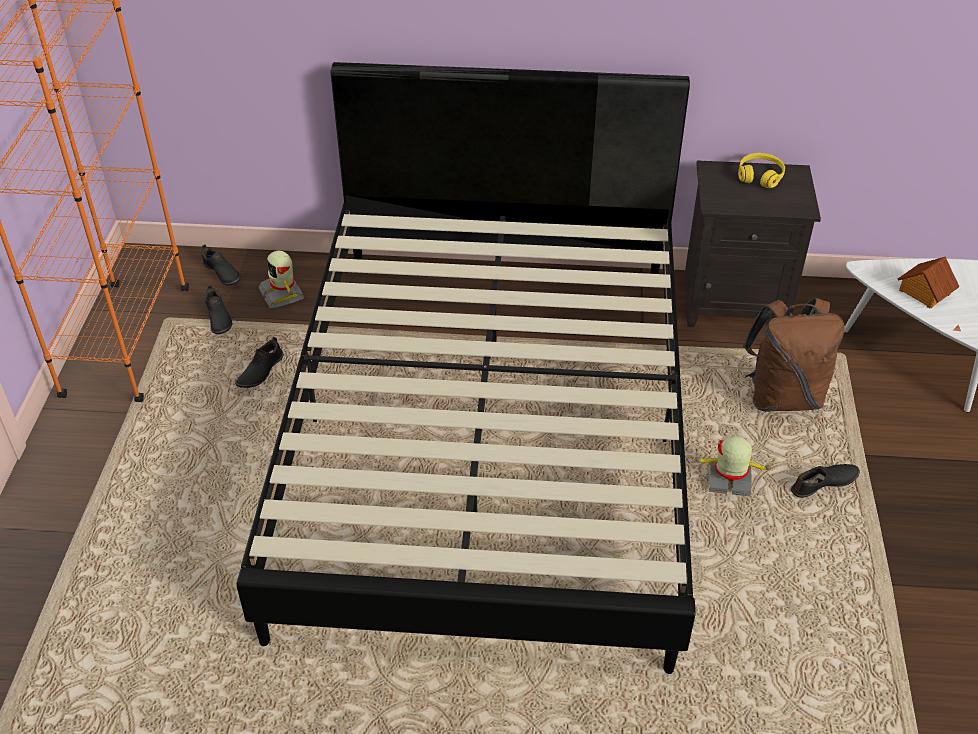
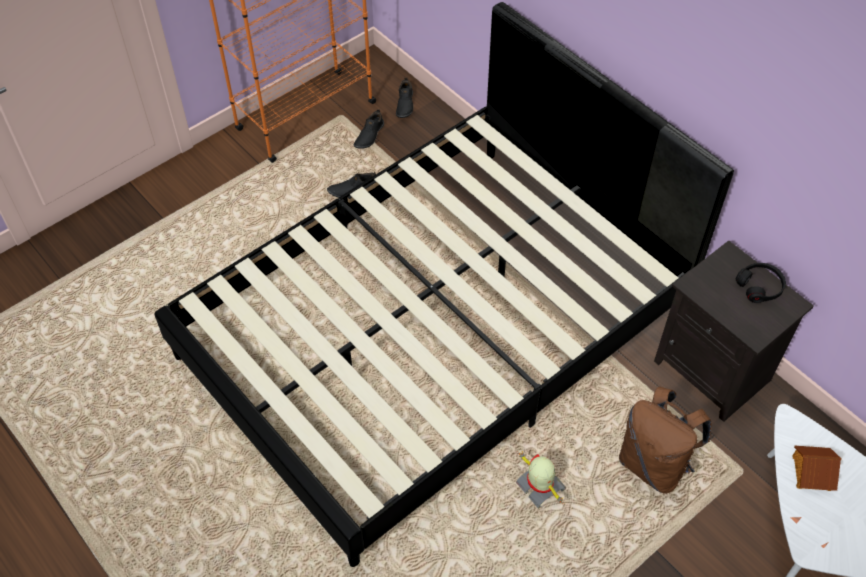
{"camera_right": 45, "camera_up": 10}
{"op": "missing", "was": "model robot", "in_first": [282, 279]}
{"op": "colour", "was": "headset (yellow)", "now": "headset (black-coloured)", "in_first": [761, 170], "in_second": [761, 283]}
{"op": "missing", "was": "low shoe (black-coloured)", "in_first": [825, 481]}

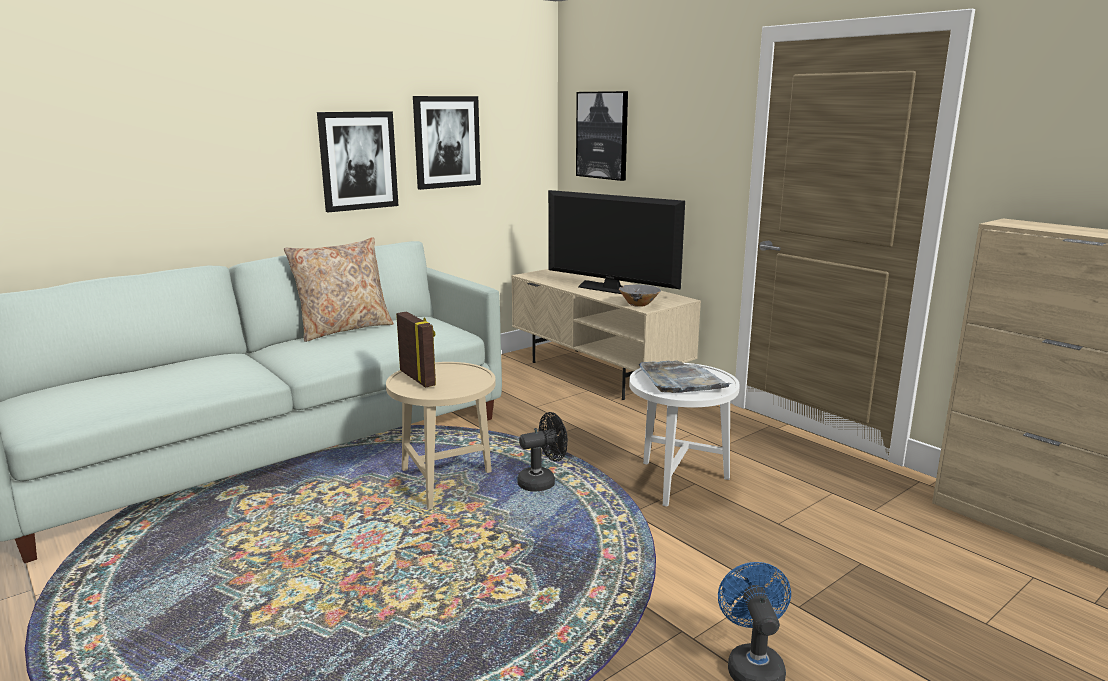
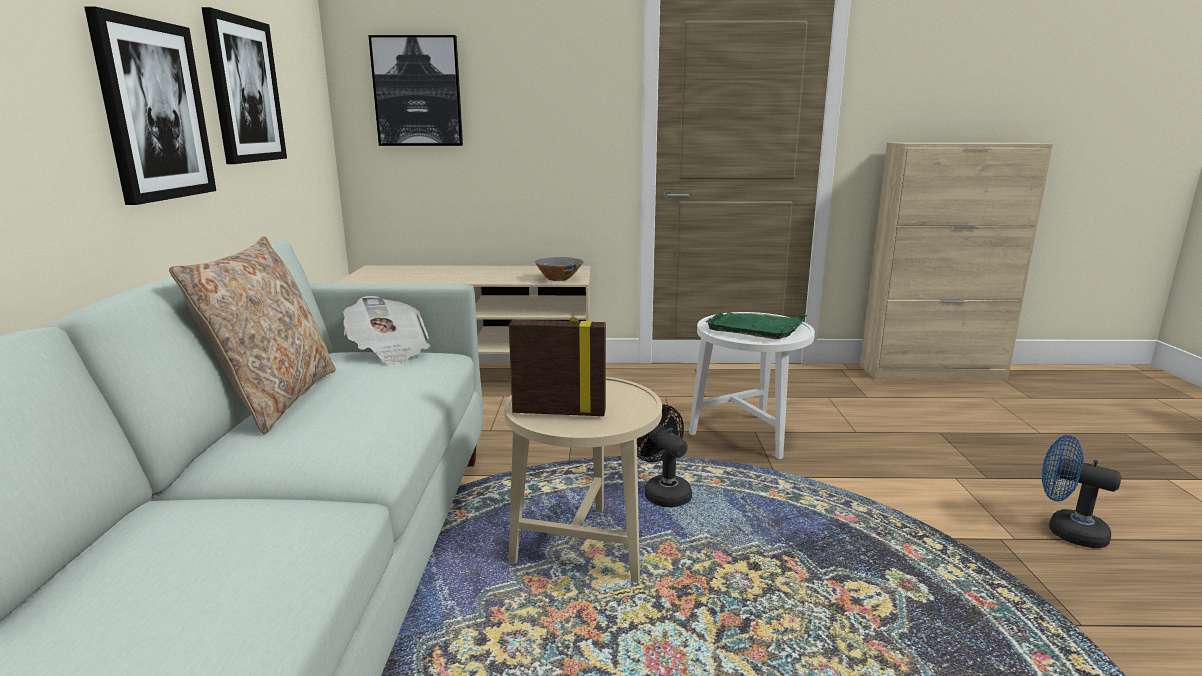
{"camera_right": -50, "camera_up": 0}
{"op": "spun", "was": "fan (black-coloured)", "in_first": [542, 451], "in_second": [664, 455], "clockwise": -45}
{"op": "missing", "was": "TV", "in_first": [616, 242]}
{"op": "colour", "was": "carrying tray (greyish)", "now": "carrying tray (greenish)", "in_first": [685, 377], "in_second": [756, 326]}
{"op": "appeared", "now": "printed paper", "in_second": [386, 330]}

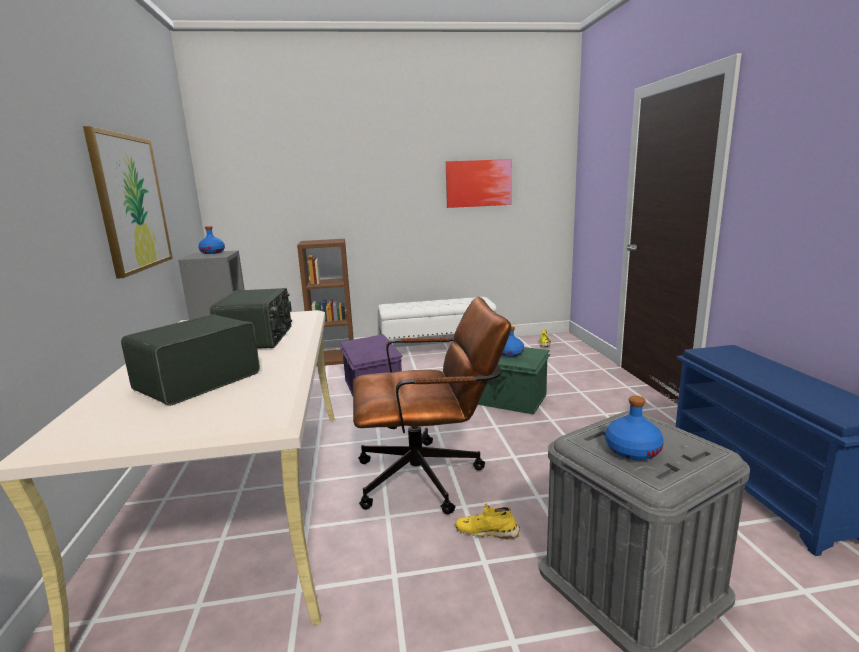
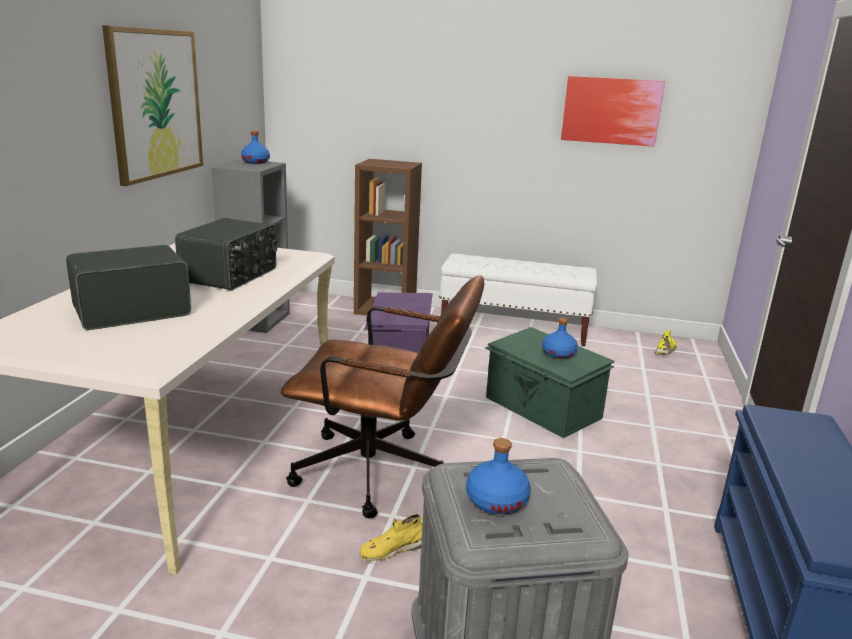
{"camera_right": 20, "camera_up": 5}
{"op": "spun", "was": "low shoe (yellow)", "in_first": [487, 522], "in_second": [391, 537], "clockwise": -60}

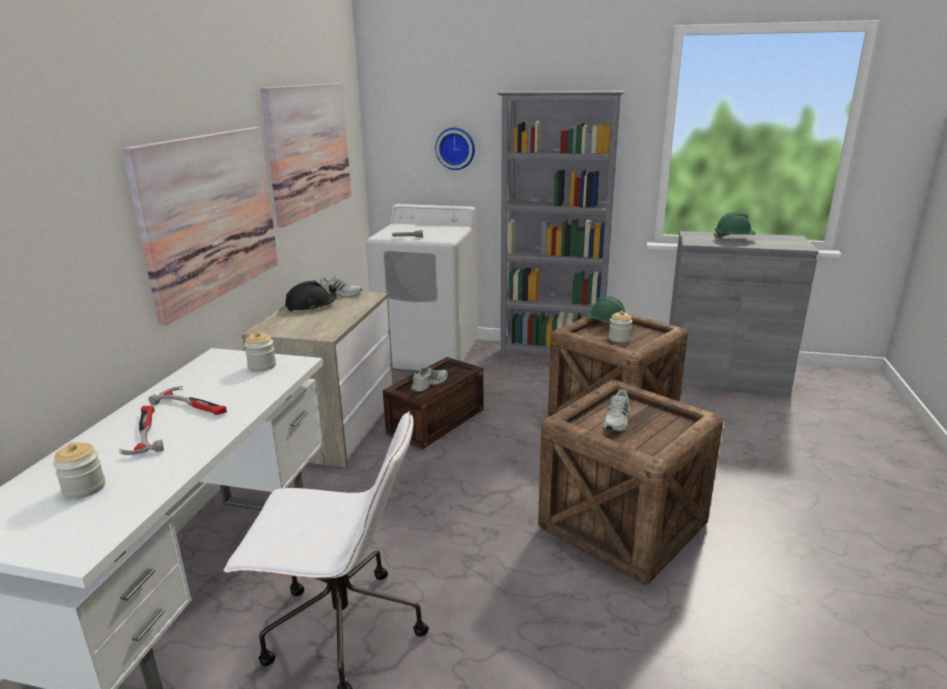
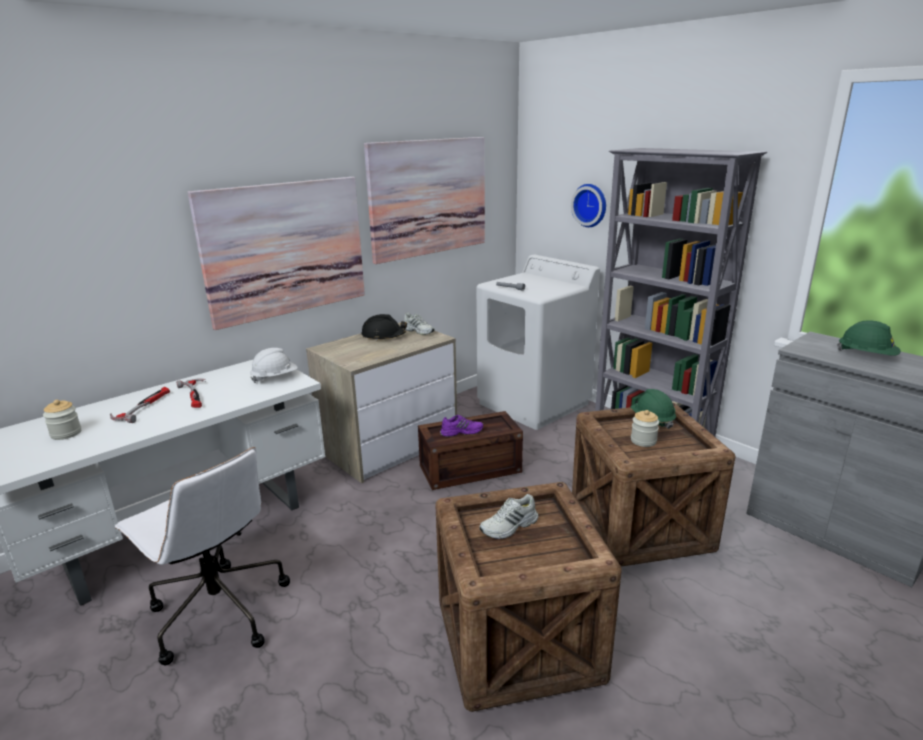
{"camera_right": 35, "camera_up": 0}
{"op": "exchanged", "was": "jar", "now": "safety helmet (white)", "in_first": [260, 351], "in_second": [274, 365]}
{"op": "colour", "was": "low shoe (white)", "now": "low shoe (purple-coloured)", "in_first": [429, 379], "in_second": [461, 426]}

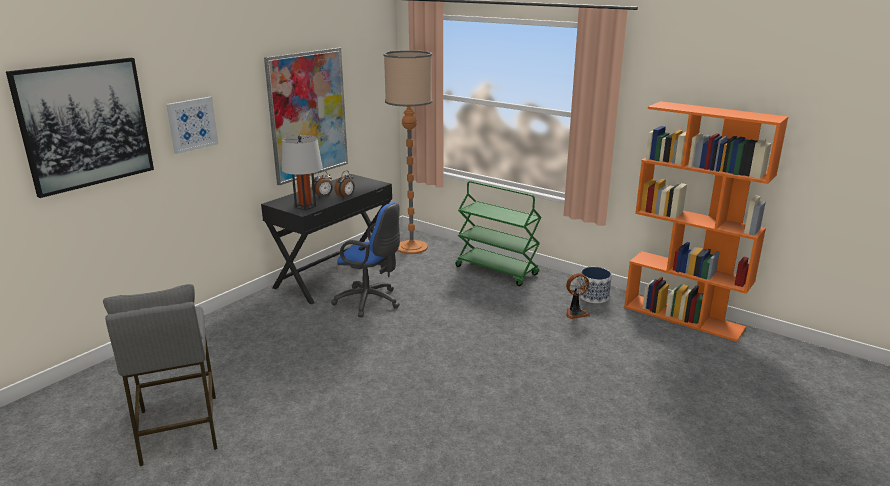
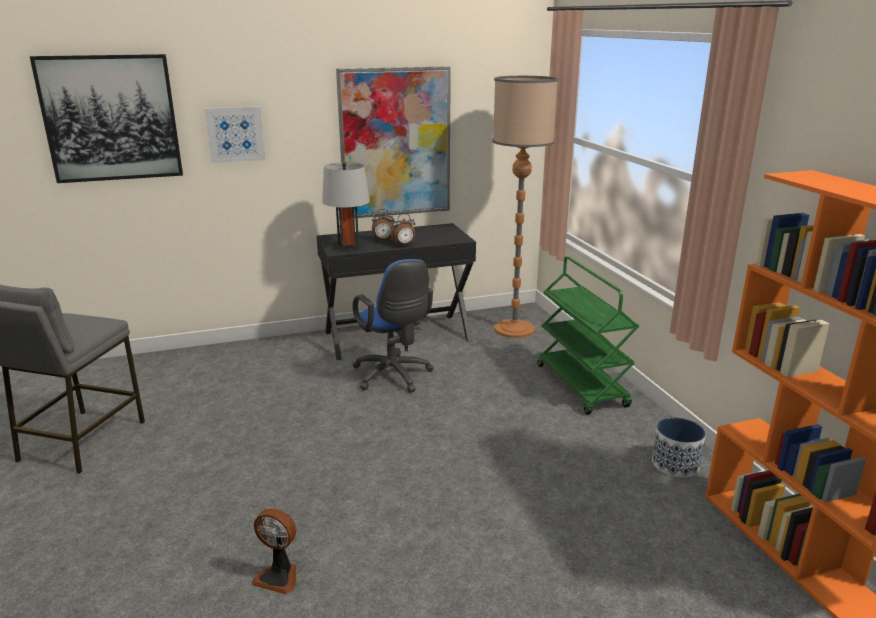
{"camera_right": 35, "camera_up": 0}
{"op": "relocated", "was": "fan", "in_first": [578, 296], "in_second": [274, 551]}

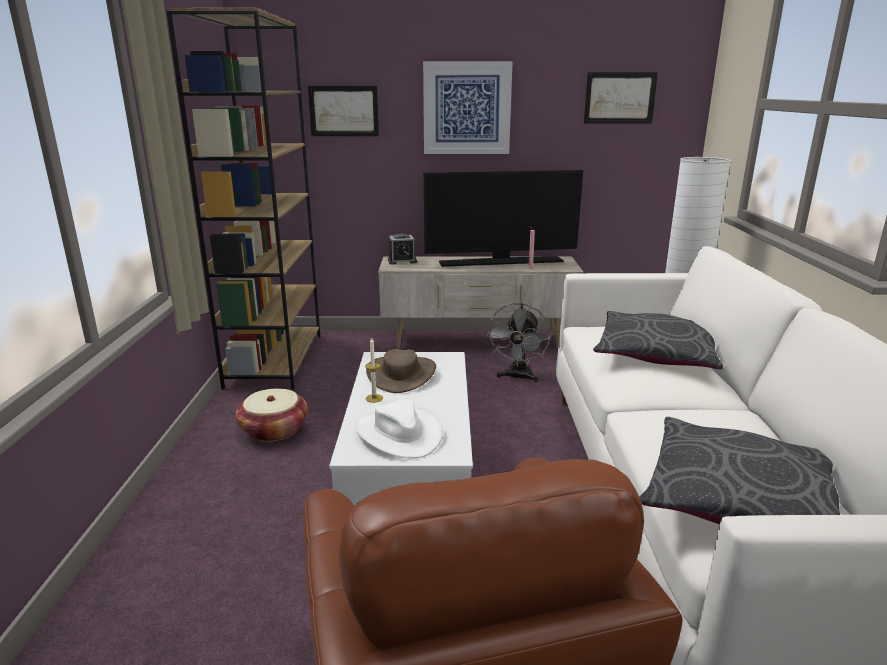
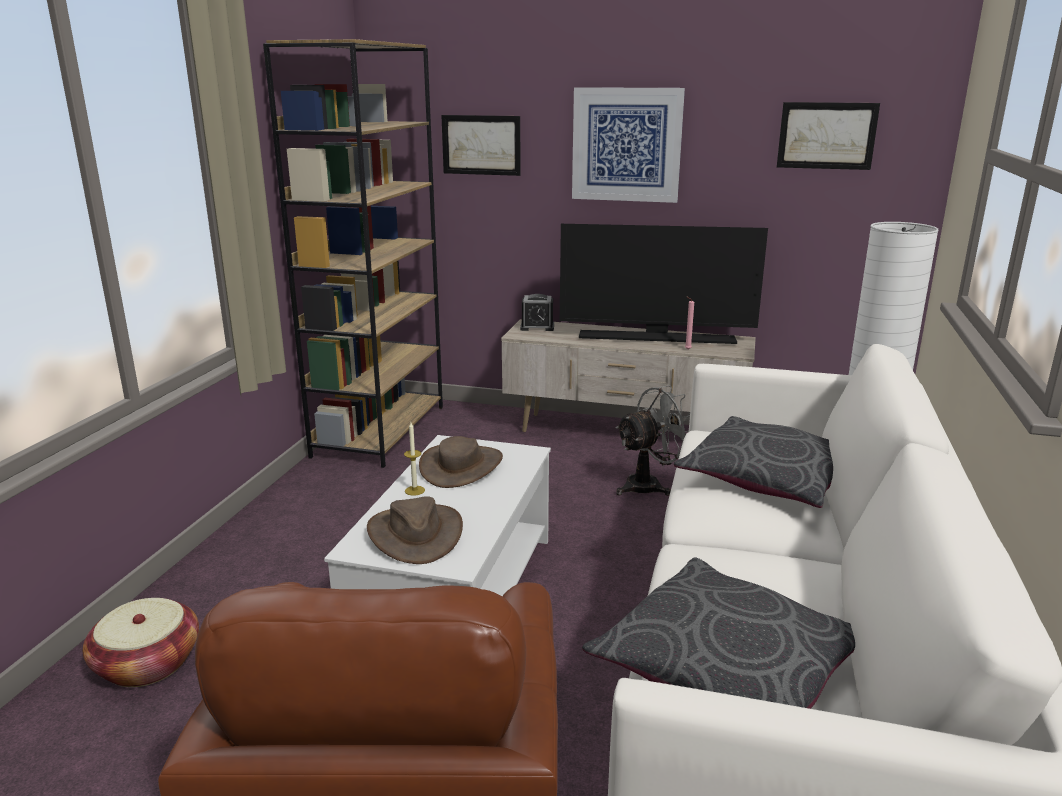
{"camera_right": 15, "camera_up": 0}
{"op": "relocated", "was": "basket", "in_first": [272, 415], "in_second": [141, 642]}
{"op": "colour", "was": "clothing hat (white)", "now": "clothing hat (brown-coloured)", "in_first": [399, 429], "in_second": [415, 530]}
{"op": "spun", "was": "fan (greyish)", "in_first": [518, 342], "in_second": [653, 440], "clockwise": -150}

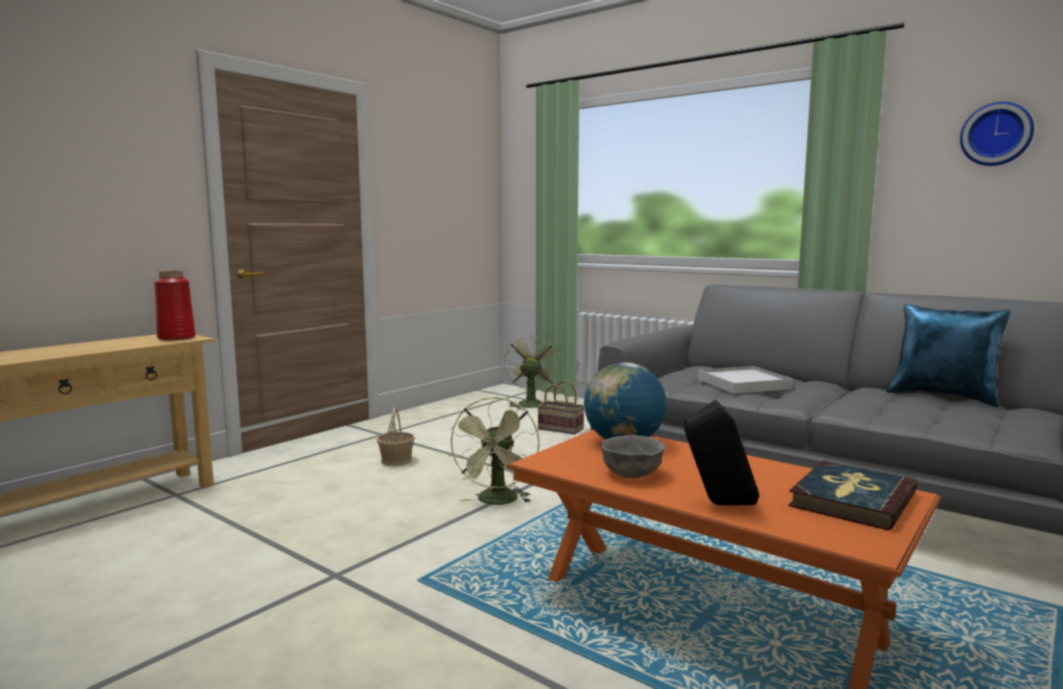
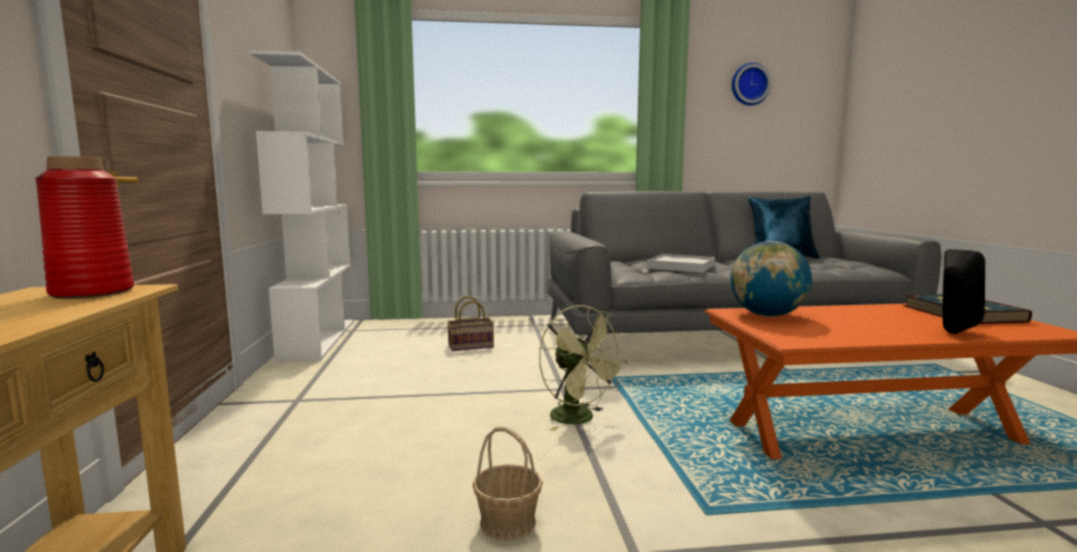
{"camera_right": -45, "camera_up": 0}
{"op": "relocated", "was": "basket", "in_first": [396, 436], "in_second": [508, 483]}
{"op": "missing", "was": "fan (greenish)", "in_first": [532, 372]}
{"op": "missing", "was": "deep dish (greyish)", "in_first": [633, 456]}
{"op": "appeared", "now": "shelving unit (white)", "in_second": [301, 206]}

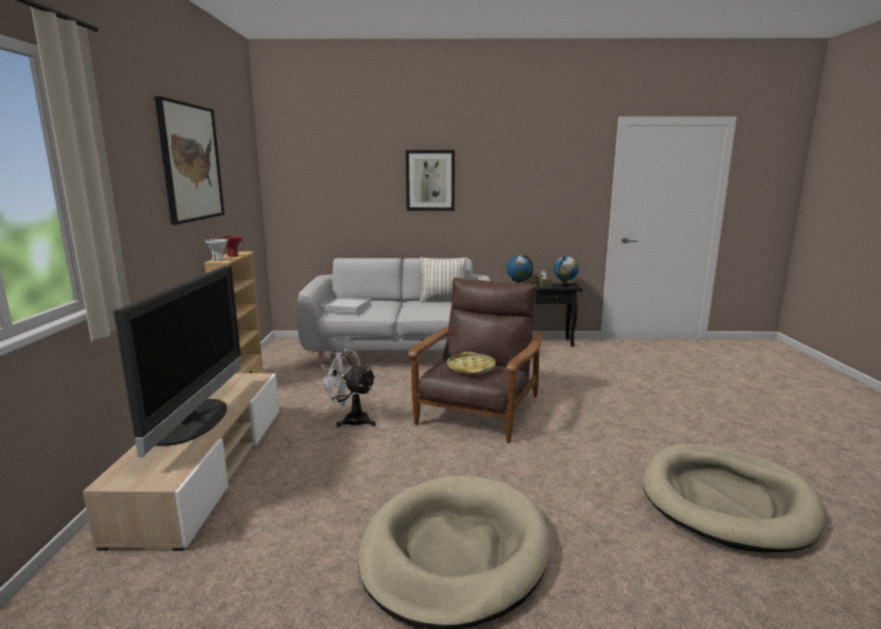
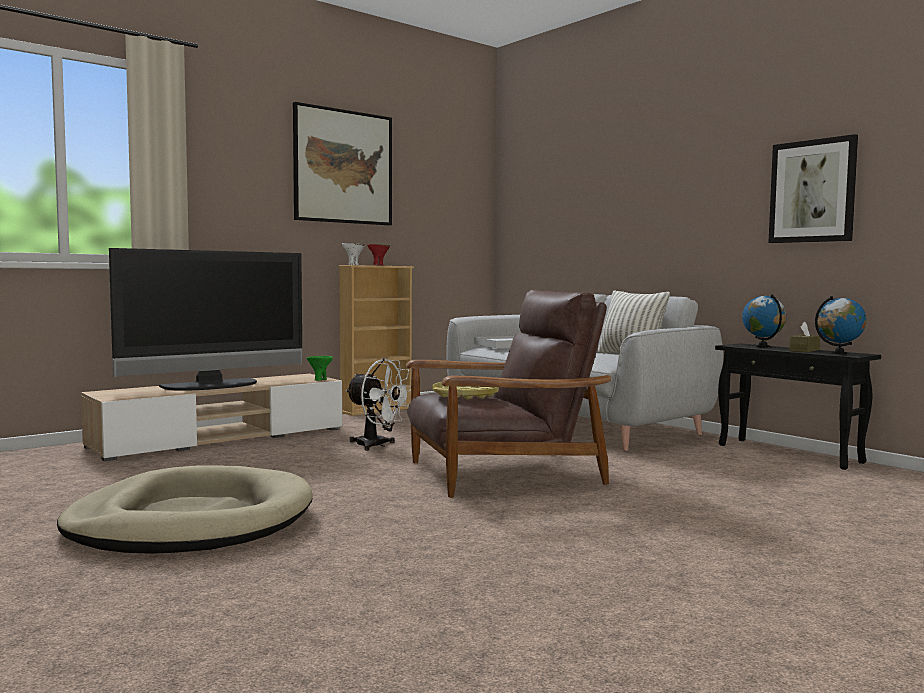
{"camera_right": 50, "camera_up": -10}
{"op": "spun", "was": "fan (white)", "in_first": [347, 387], "in_second": [378, 405], "clockwise": 135}
{"op": "relocated", "was": "wall picture", "in_first": [430, 180], "in_second": [813, 188]}
{"op": "missing", "was": "dog cushion (beige)", "in_first": [733, 498]}
{"op": "appeared", "now": "deep dish (greenish)", "in_second": [320, 368]}

